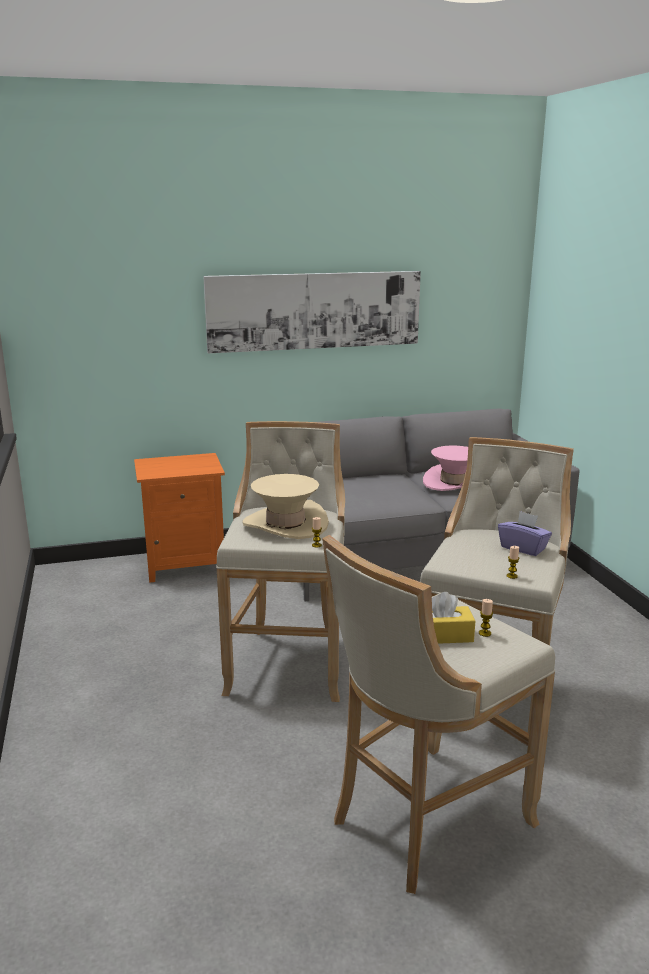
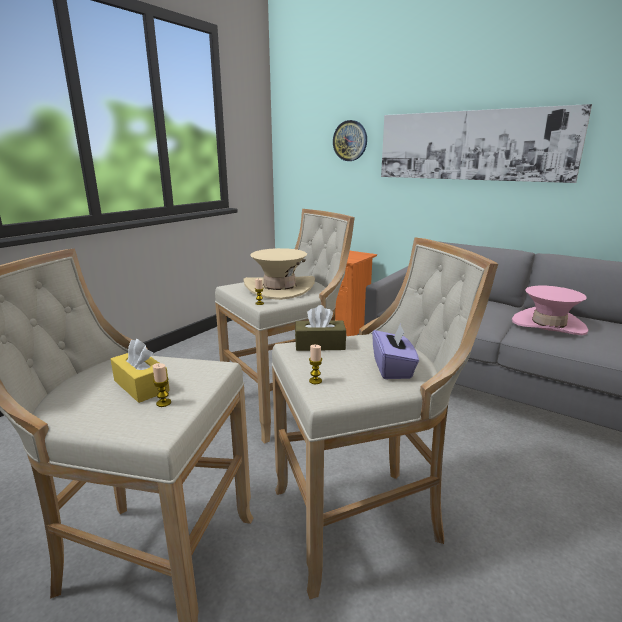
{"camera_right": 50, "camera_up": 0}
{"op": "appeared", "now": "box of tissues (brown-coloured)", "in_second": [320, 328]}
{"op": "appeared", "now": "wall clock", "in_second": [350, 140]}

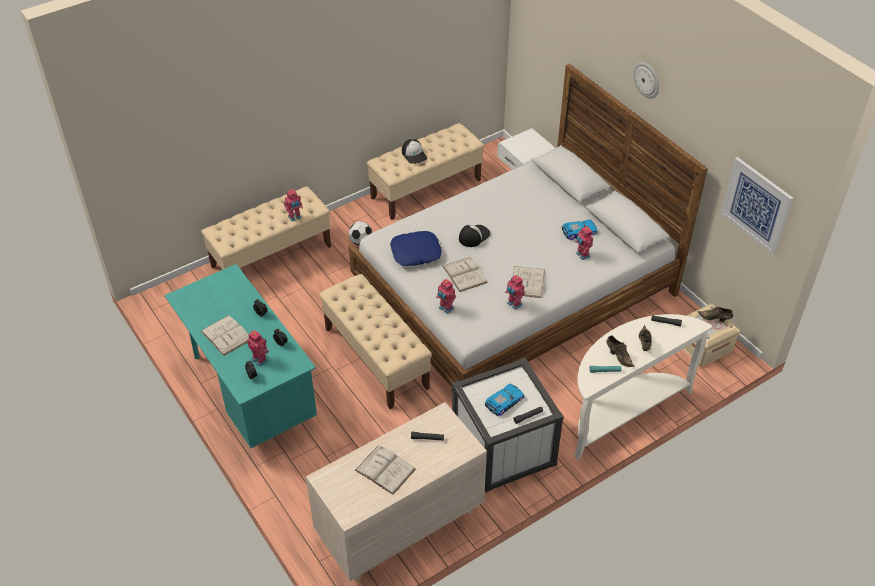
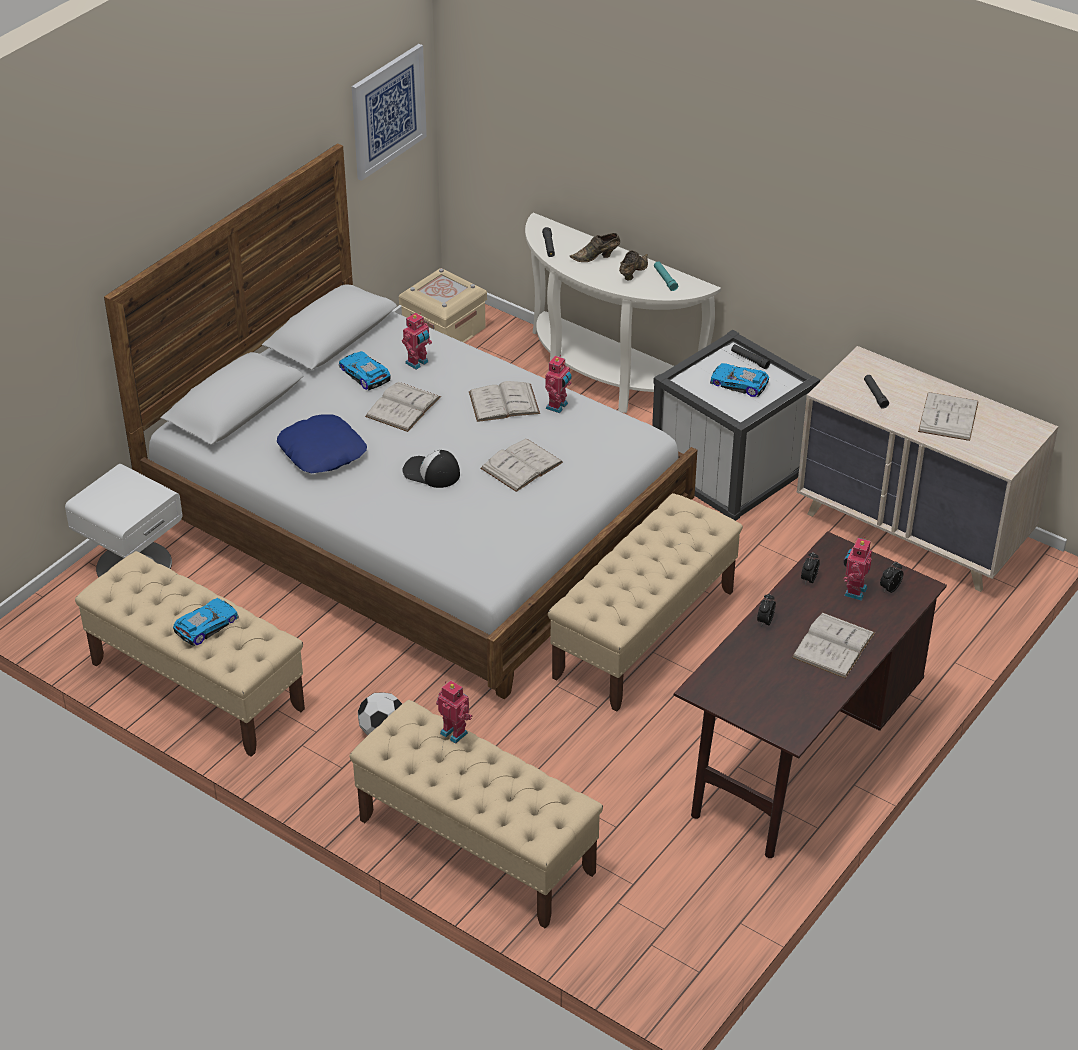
{"camera_right": -110, "camera_up": -5}
{"op": "colour", "was": "desk unit (blue-green)", "now": "desk unit (brown-coloured)", "in_first": [240, 356], "in_second": [810, 694]}
{"op": "relocated", "was": "throw pillow (bluish)", "in_first": [415, 248], "in_second": [322, 443]}
{"op": "exchanged", "was": "cap", "now": "miniature car", "in_first": [414, 151], "in_second": [206, 622]}
{"op": "missing", "was": "model robot", "in_first": [446, 296]}
{"op": "missing", "was": "wall clock", "in_first": [646, 80]}
{"op": "missing", "was": "low shoe (brown-coloured)", "in_first": [715, 314]}
{"op": "appeared", "now": "book (white)", "in_second": [403, 407]}

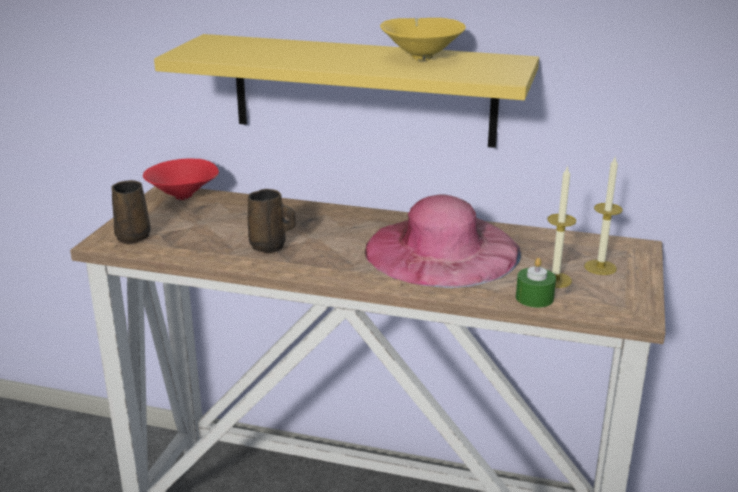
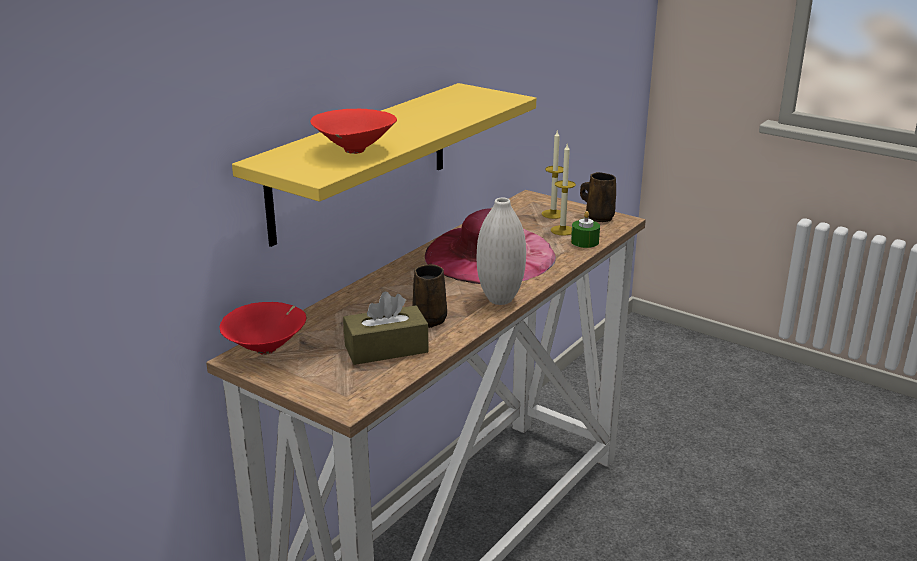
{"camera_right": -70, "camera_up": 0}
{"op": "relocated", "was": "coffee mug (brown-coloured)", "in_first": [131, 212], "in_second": [598, 197]}
{"op": "missing", "was": "deep dish (yellow)", "in_first": [423, 39]}
{"op": "appeared", "now": "deep dish (red)", "in_second": [353, 131]}
{"op": "appeared", "now": "box of tissues (brown-coloured)", "in_second": [386, 328]}
{"op": "appeared", "now": "vase (white)", "in_second": [501, 251]}

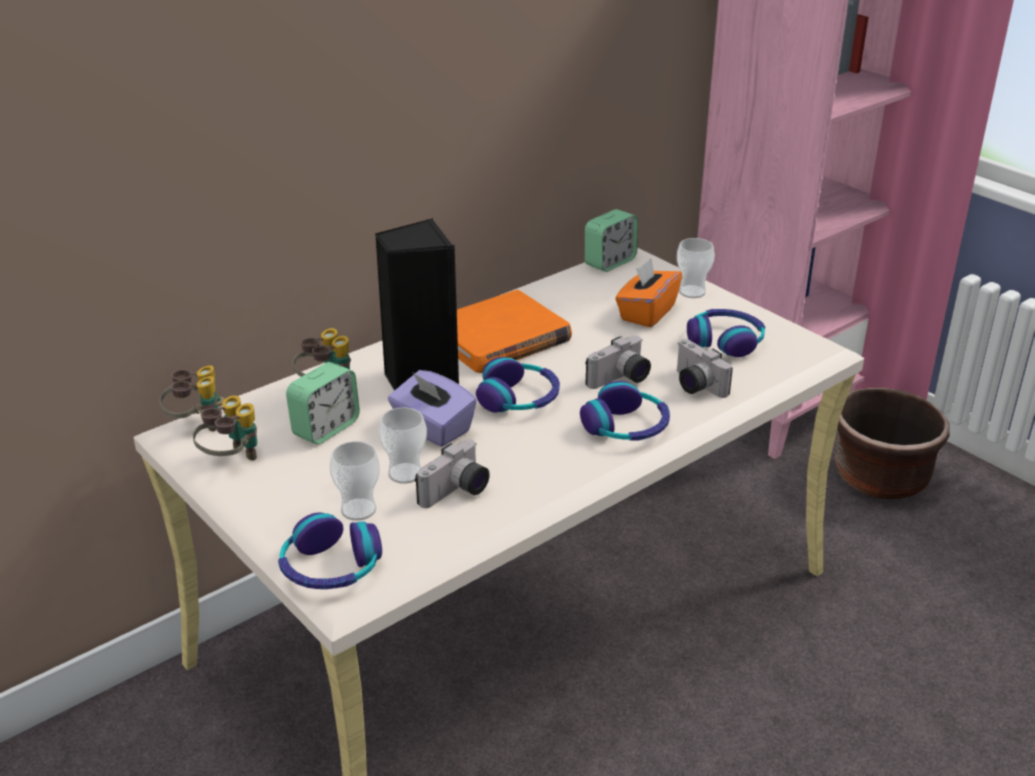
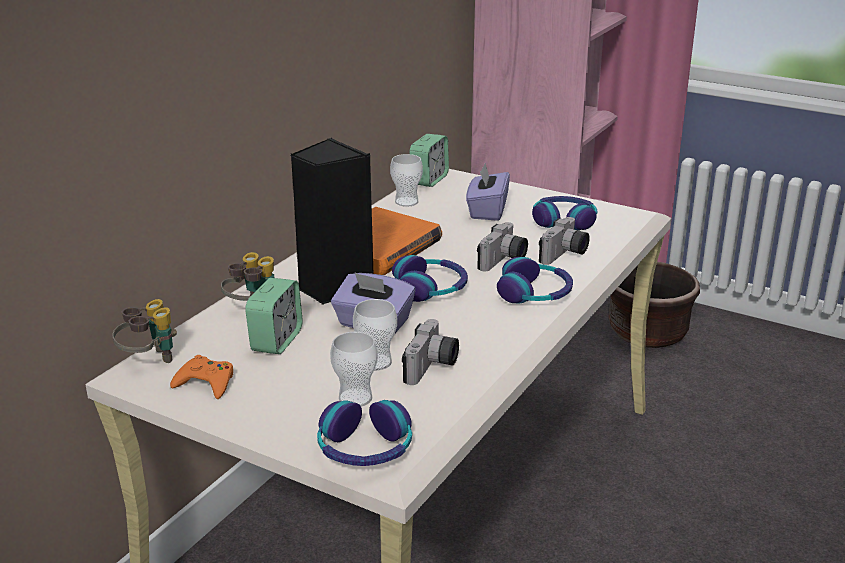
{"camera_right": -20, "camera_up": -5}
{"op": "exchanged", "was": "pair of binoculars", "now": "gamepad (orange)", "in_first": [225, 428], "in_second": [201, 377]}
{"op": "colour", "was": "box of tissues (orange)", "now": "box of tissues (purple-coloured)", "in_first": [648, 292], "in_second": [488, 192]}
{"op": "relocated", "was": "small cup", "in_first": [696, 268], "in_second": [406, 180]}
{"op": "spun", "was": "still camera", "in_first": [705, 368], "in_second": [564, 241], "clockwise": -90}

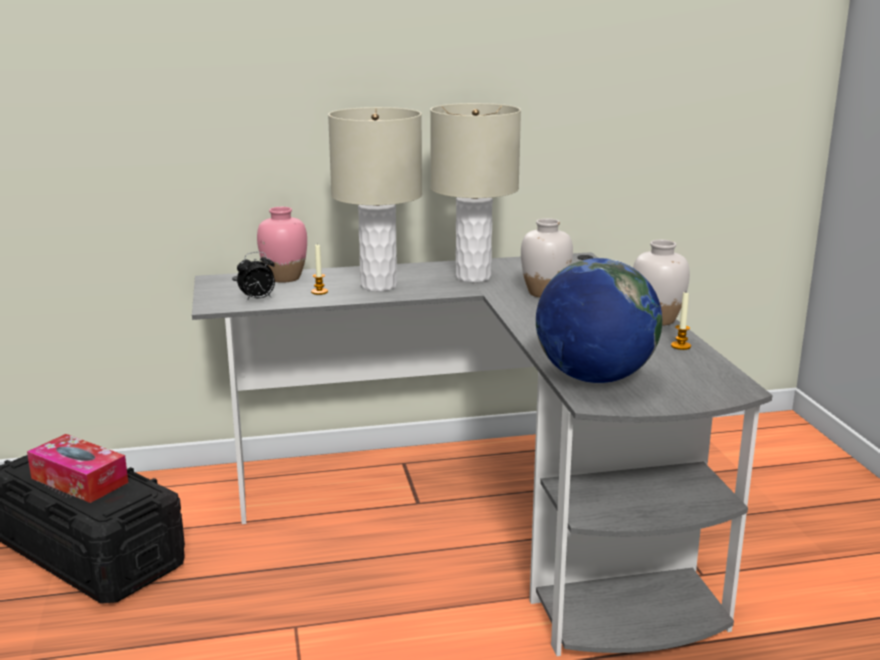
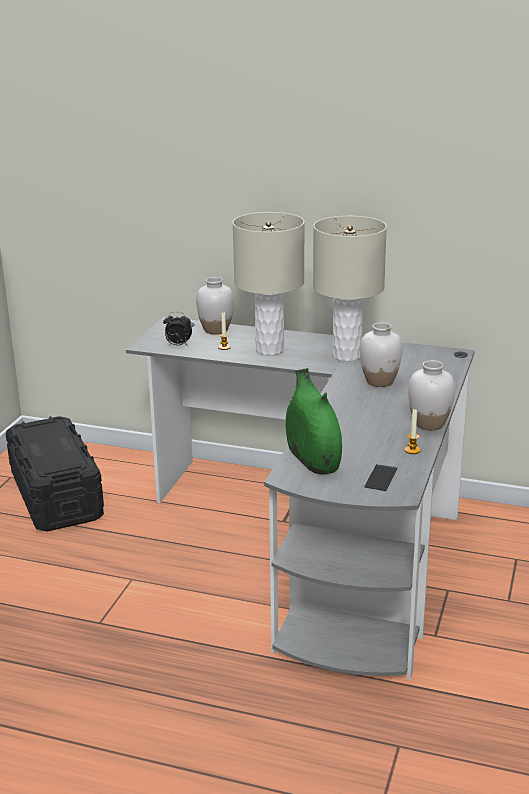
{"camera_right": 30, "camera_up": 5}
{"op": "missing", "was": "box of tissues", "in_first": [78, 468]}
{"op": "colour", "was": "vase (pink)", "now": "vase (white)", "in_first": [282, 245], "in_second": [215, 306]}
{"op": "exchanged", "was": "globe", "now": "vase (greenish)", "in_first": [599, 320], "in_second": [314, 421]}
{"op": "appeared", "now": "telephone", "in_second": [380, 477]}

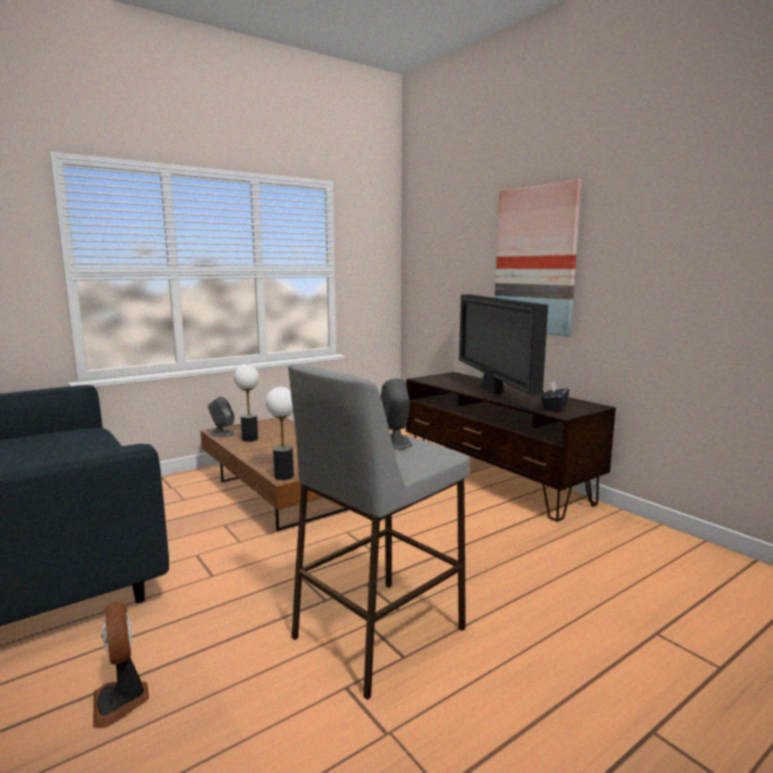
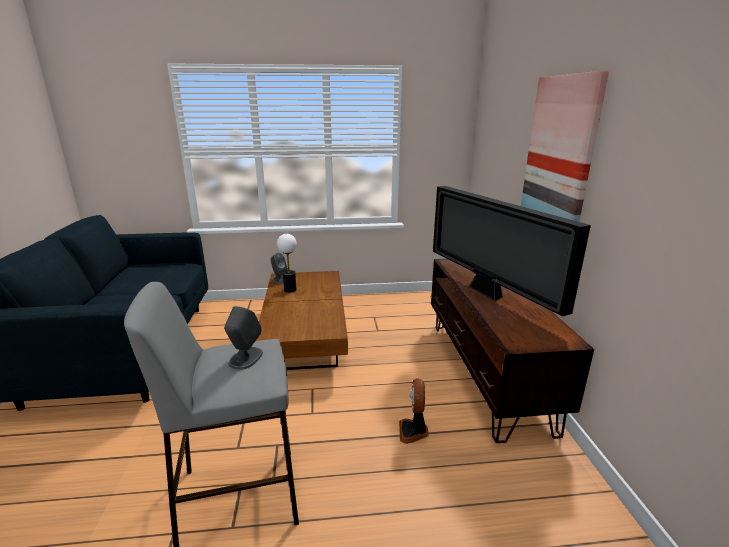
{"camera_right": 30, "camera_up": 10}
{"op": "relocated", "was": "fan", "in_first": [121, 665], "in_second": [414, 411]}
{"op": "missing", "was": "lamp for a table", "in_first": [280, 433]}
{"op": "spun", "was": "TV", "in_first": [503, 345], "in_second": [512, 251], "clockwise": -45}
{"op": "missing", "was": "box of tissues (black-coloured)", "in_first": [555, 396]}

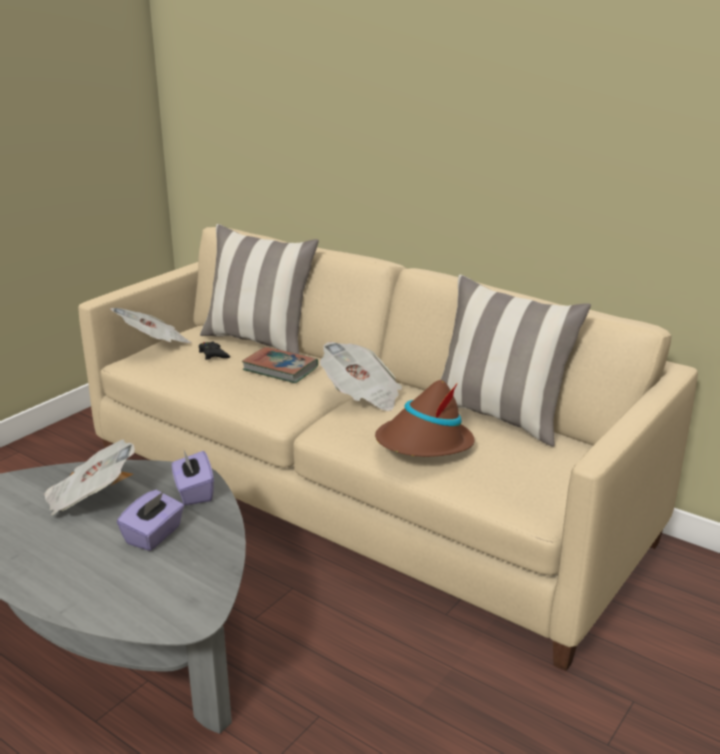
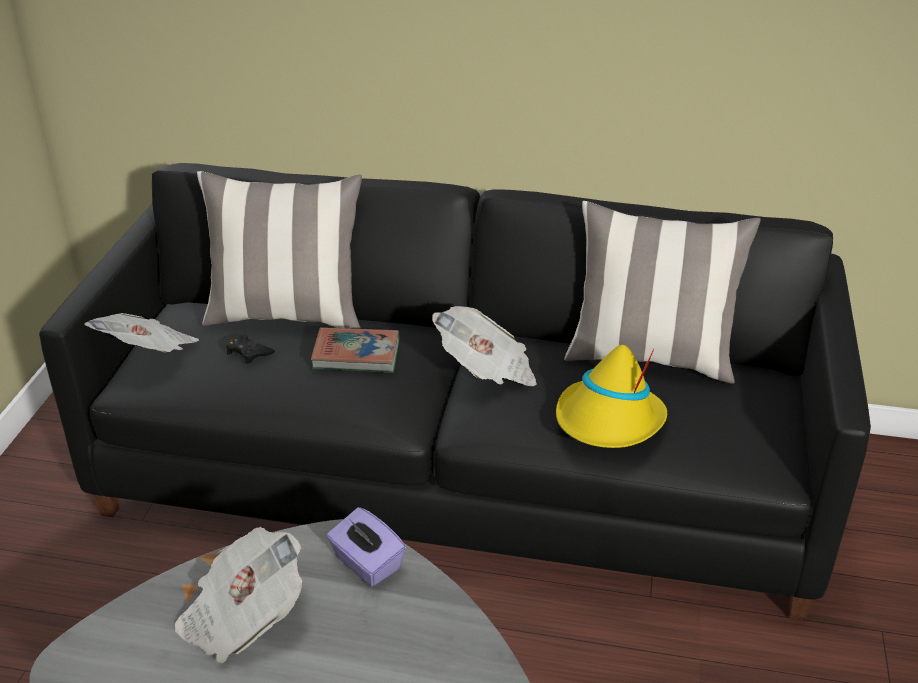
{"camera_right": -25, "camera_up": 10}
{"op": "colour", "was": "sofa (beige)", "now": "sofa (black-coloured)", "in_first": [388, 449], "in_second": [455, 392]}
{"op": "missing", "was": "box of tissues (purple-coloured)", "in_first": [150, 520]}
{"op": "colour", "was": "clothing hat (brown-coloured)", "now": "clothing hat (yellow)", "in_first": [425, 418], "in_second": [611, 396]}

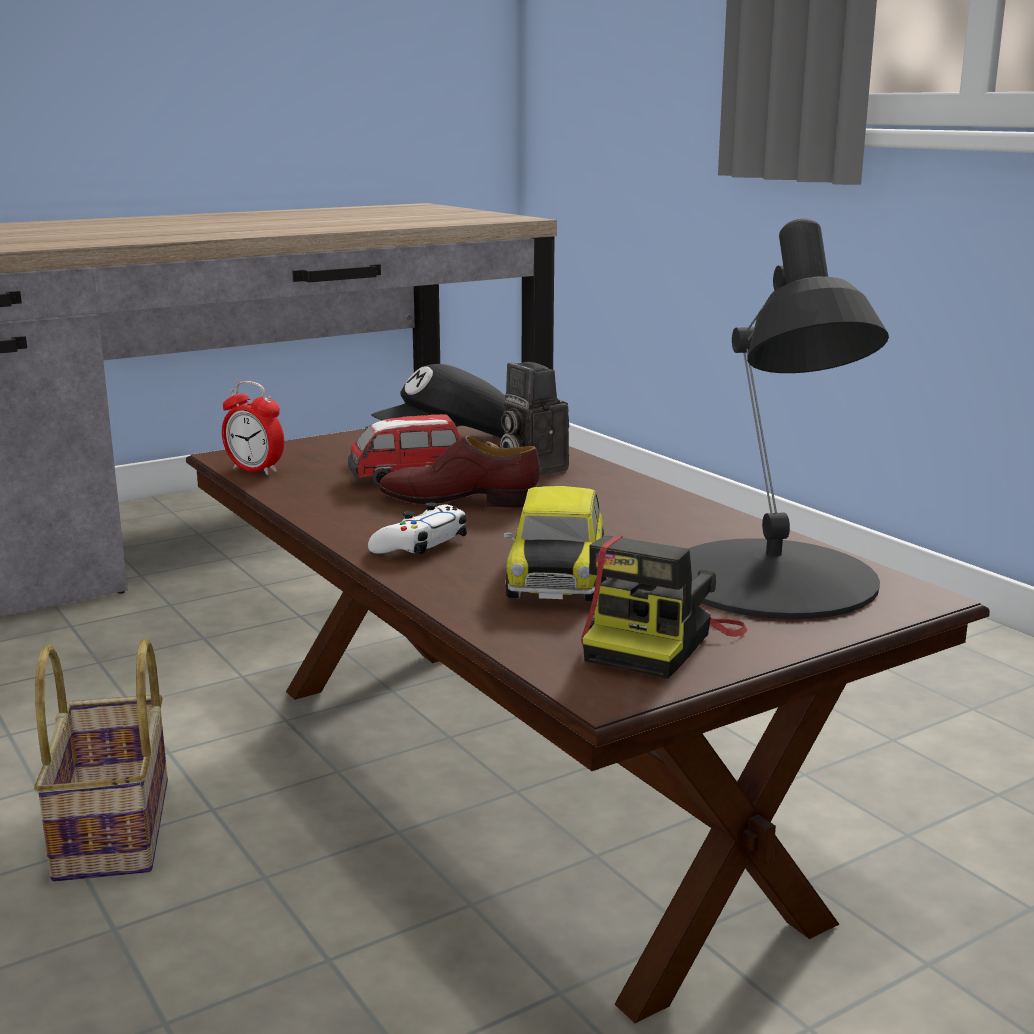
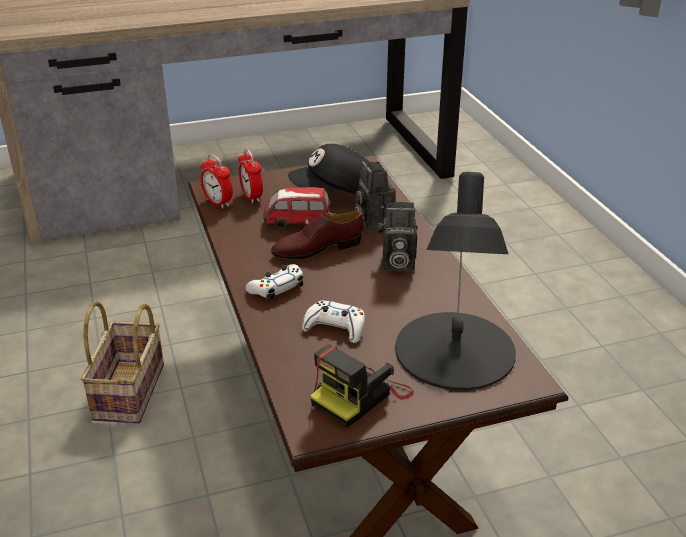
{"camera_right": 15, "camera_up": 15}
{"op": "spun", "was": "low shoe (brown-coloured)", "in_first": [459, 472], "in_second": [317, 235], "clockwise": -45}
{"op": "exchanged", "was": "miniature car", "now": "gamepad (white)", "in_first": [554, 543], "in_second": [333, 322]}
{"op": "appeared", "now": "table clock", "in_second": [250, 176]}
{"op": "appeared", "now": "still camera", "in_second": [398, 237]}

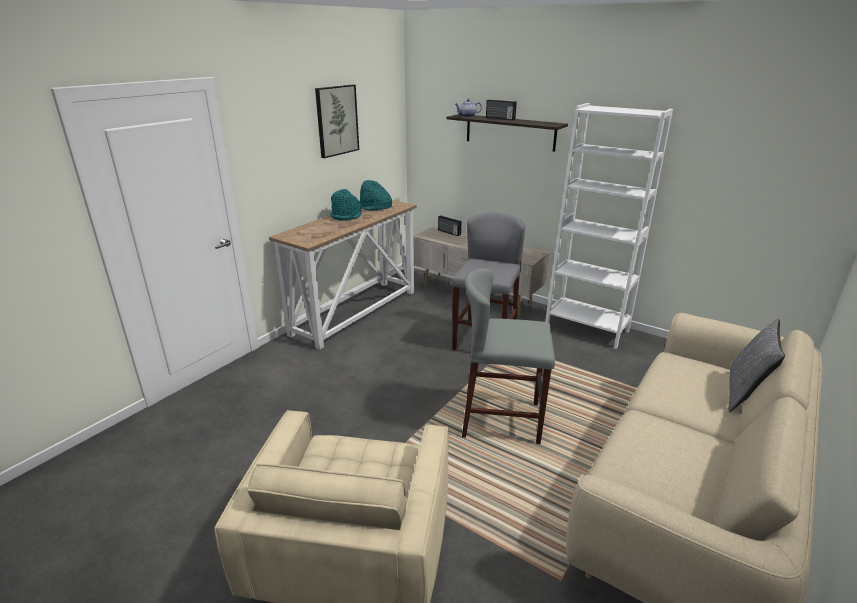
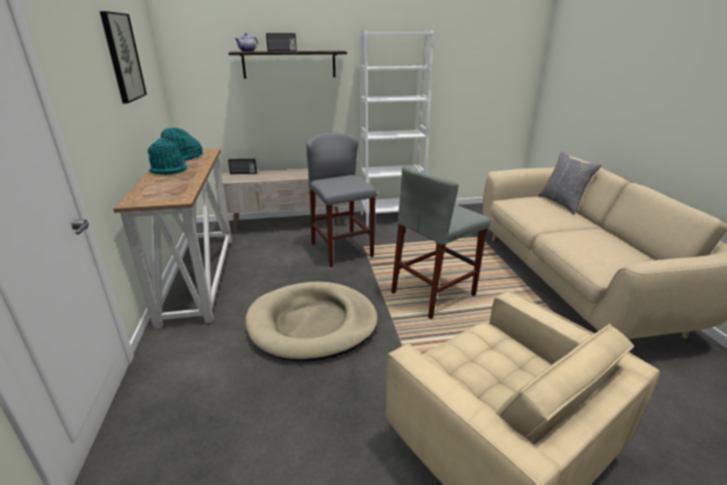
{"camera_right": -45, "camera_up": 0}
{"op": "appeared", "now": "dog cushion (beige)", "in_second": [311, 321]}

